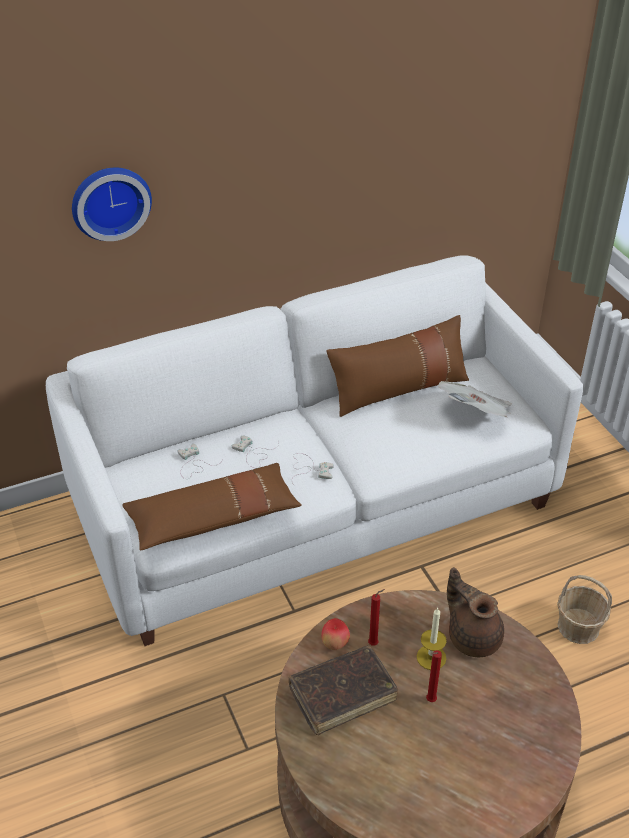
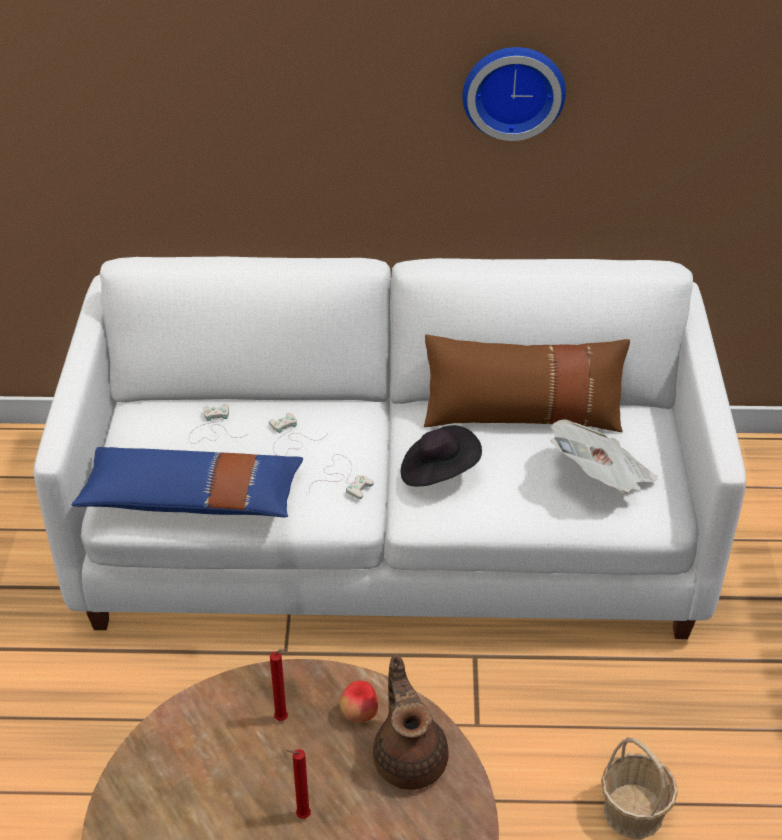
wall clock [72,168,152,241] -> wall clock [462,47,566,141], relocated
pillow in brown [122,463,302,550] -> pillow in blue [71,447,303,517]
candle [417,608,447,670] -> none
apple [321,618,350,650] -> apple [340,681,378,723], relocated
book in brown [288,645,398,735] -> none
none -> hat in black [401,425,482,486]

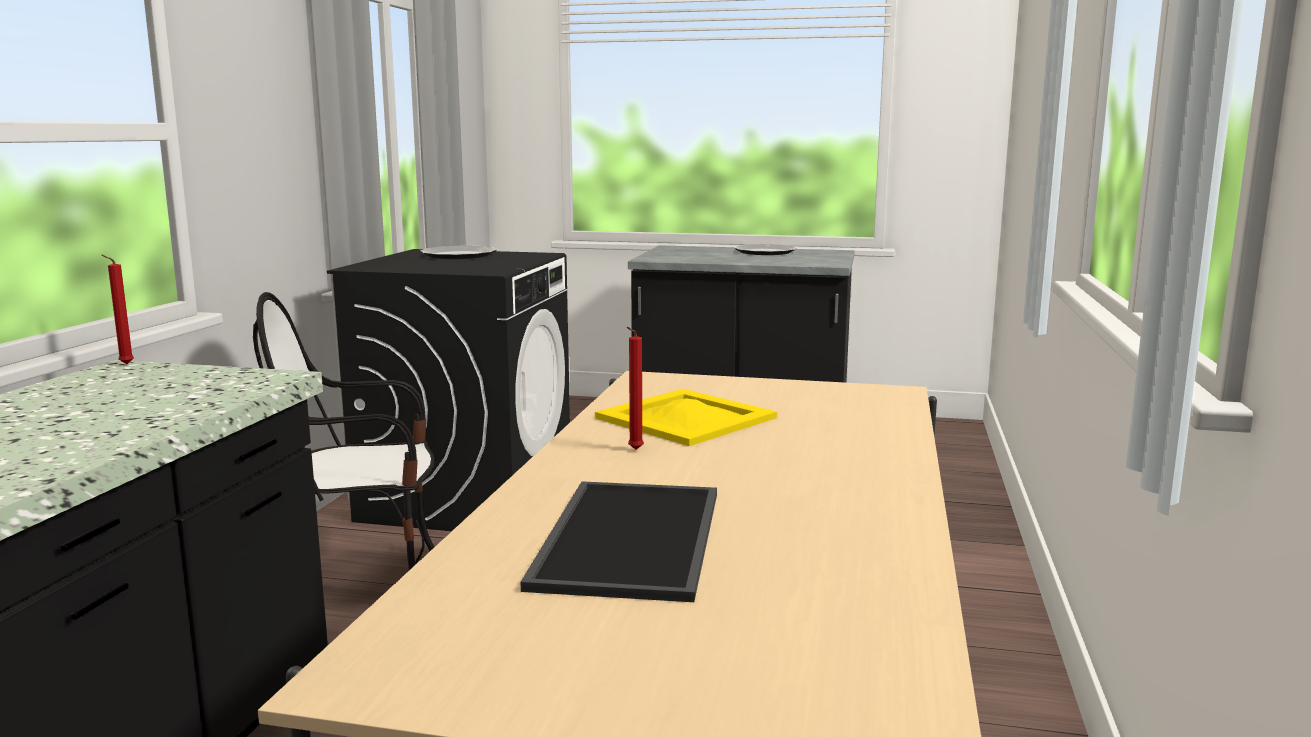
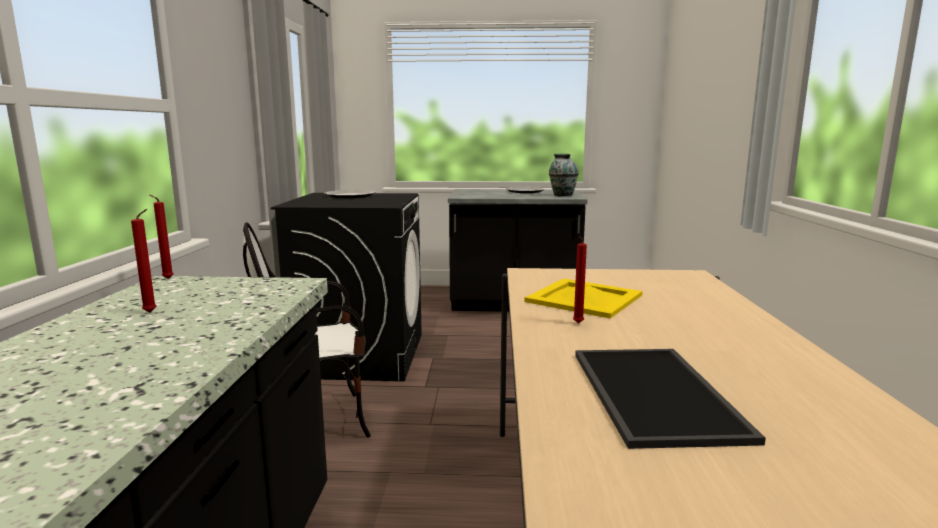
none -> vase [549,154,579,196]
none -> candle in red [131,209,157,313]

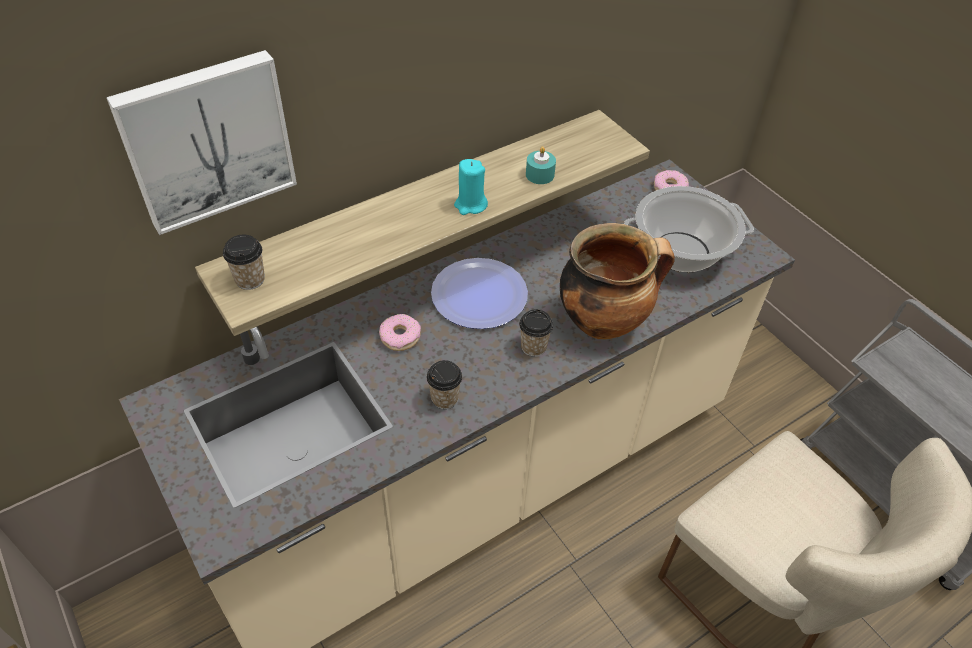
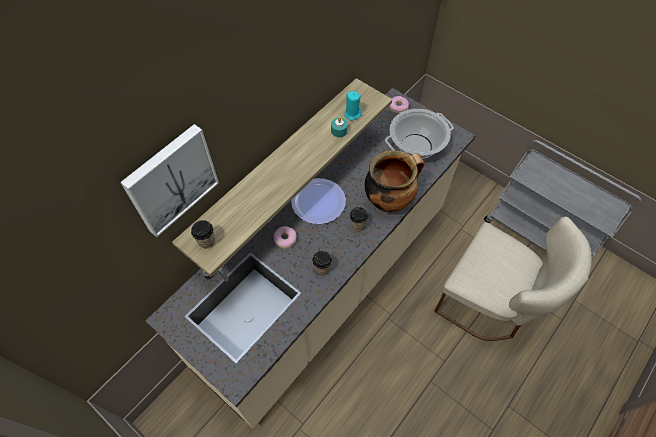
candle in turquoise [454,159,488,215] -> candle in turquoise [344,91,362,121], relocated

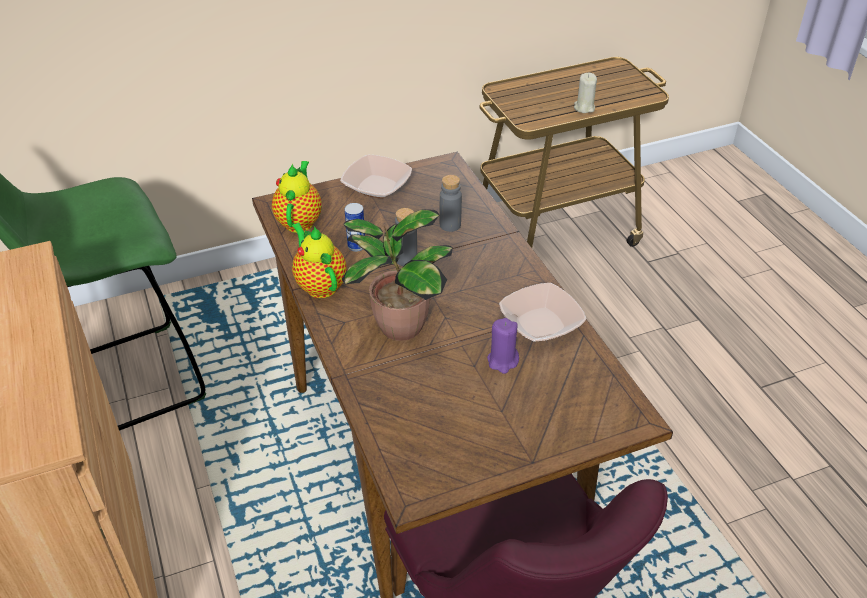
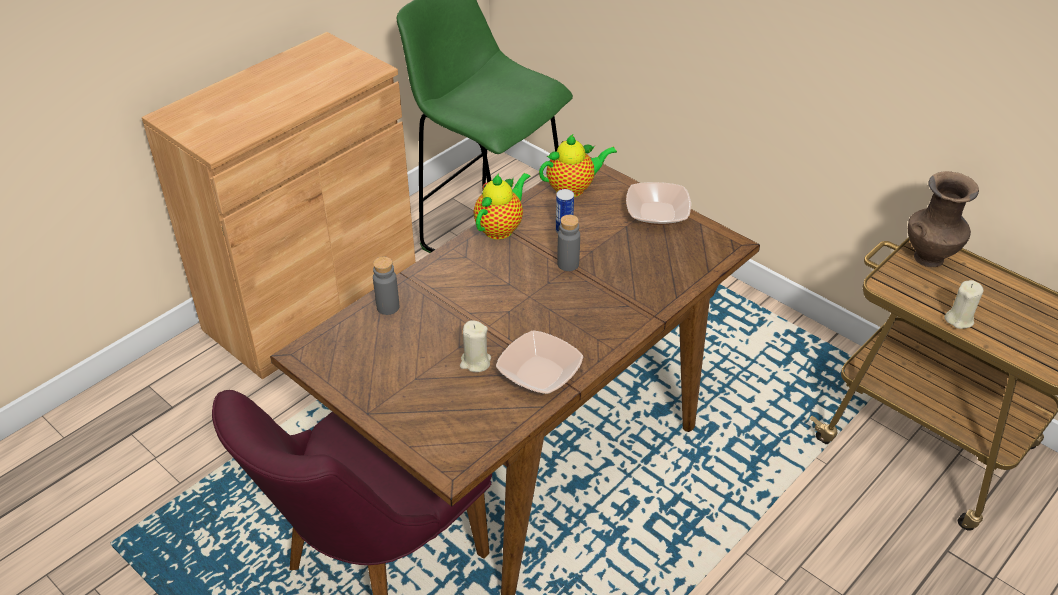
bottle in grey [440,175,462,232] -> bottle in grey [373,257,399,315], relocated
potted plant [342,209,453,341] -> none
candle in purple [487,318,519,374] -> candle in beige [460,321,491,372]
none -> vase in brown [908,171,979,267]

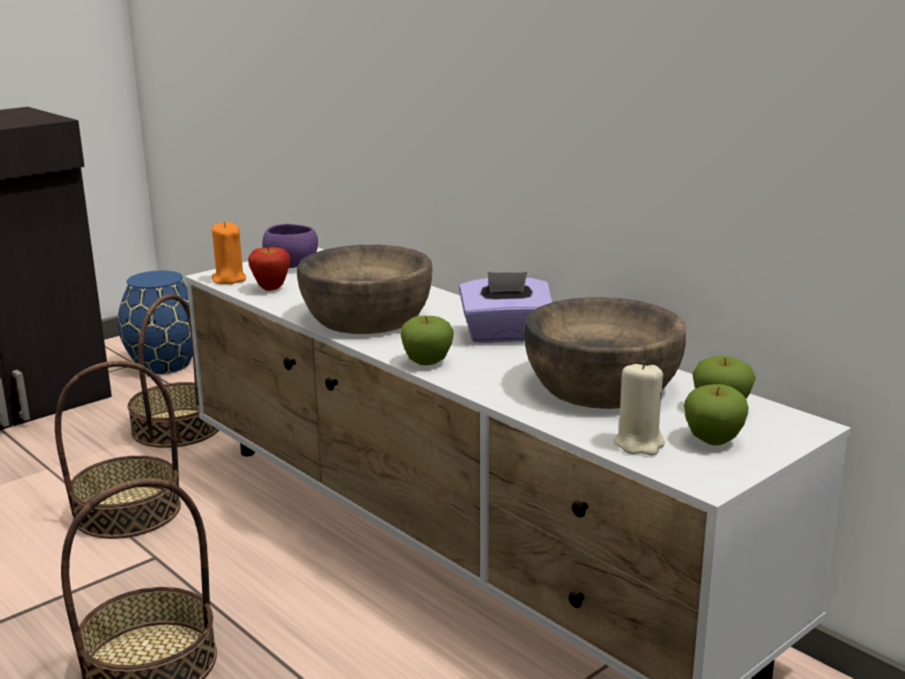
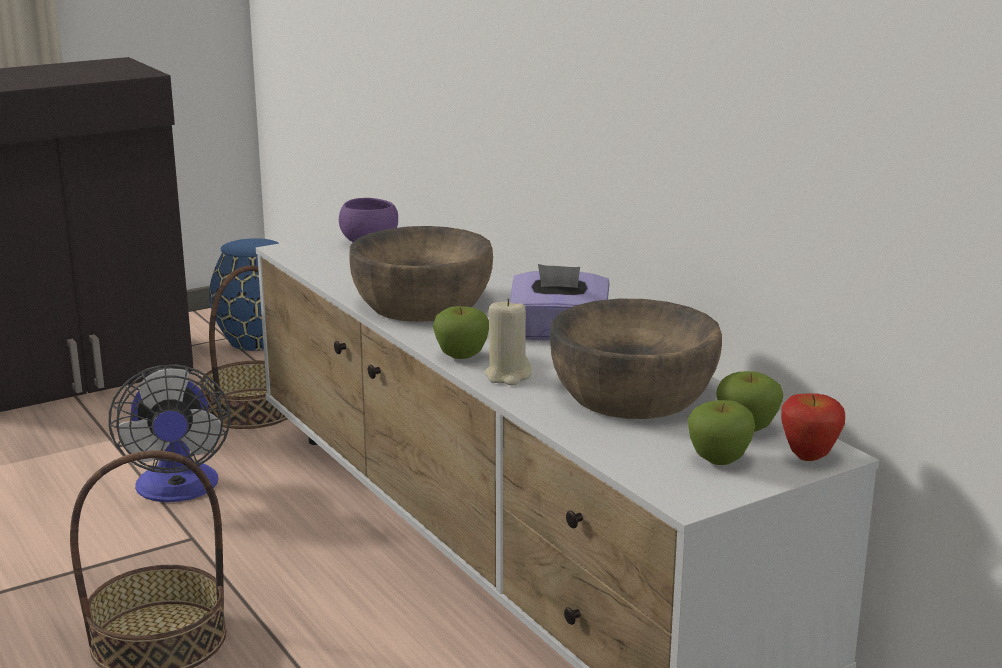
candle in orange [212,221,246,284] -> none
apple [248,246,290,291] -> apple [781,393,845,461], relocated
basket [55,361,181,539] -> fan [109,364,231,502]
candle in beige [613,361,665,455] -> candle in beige [484,299,532,386], relocated

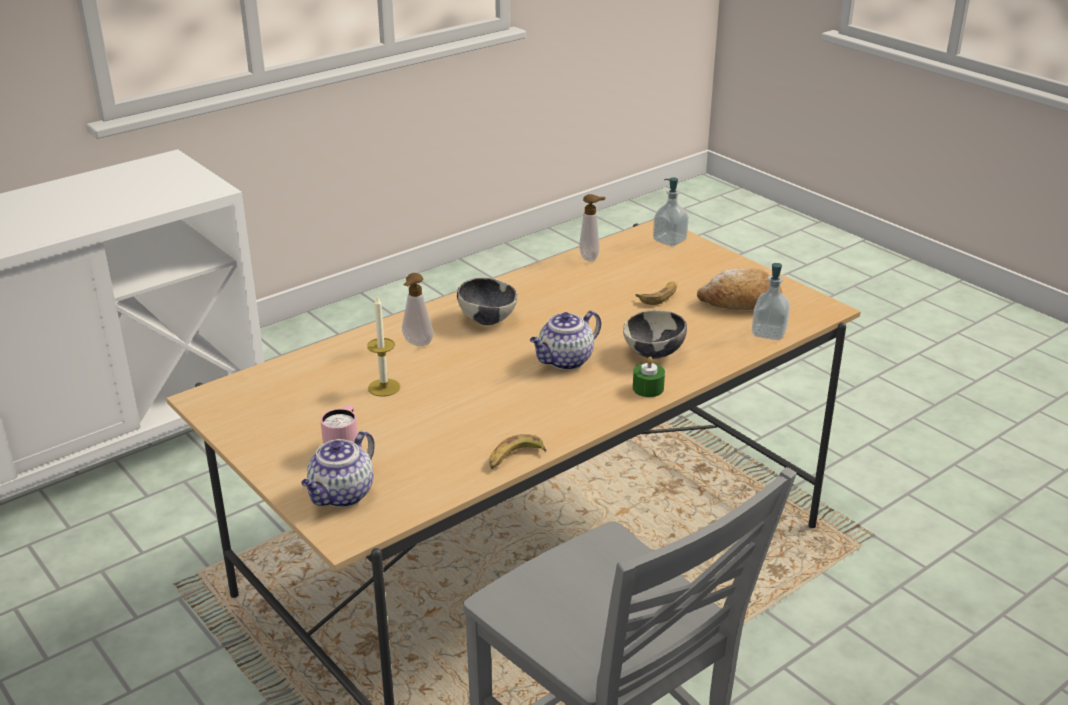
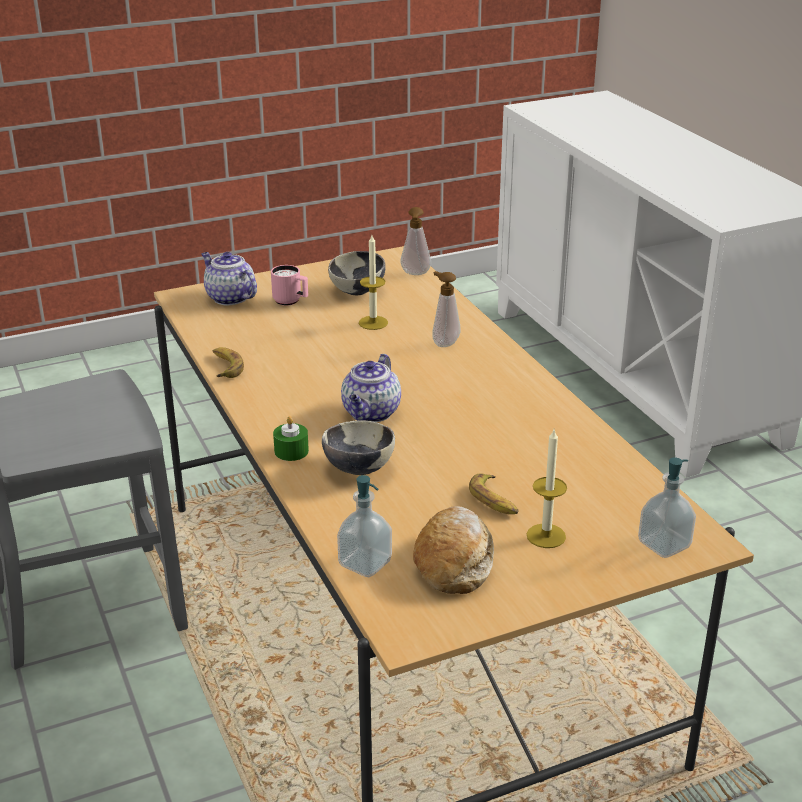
soap dispenser [579,194,605,262] -> soap dispenser [400,207,431,275], relocated
bowl [457,278,518,325] -> bowl [328,251,386,296], relocated
teapot [530,311,601,370] -> teapot [341,354,401,422], 135 degrees counterclockwise
none -> candle [527,430,567,548]

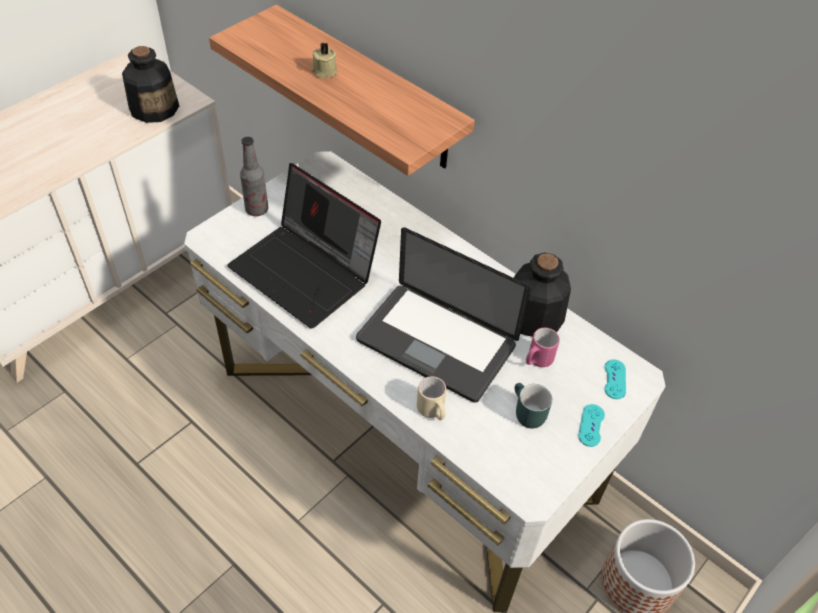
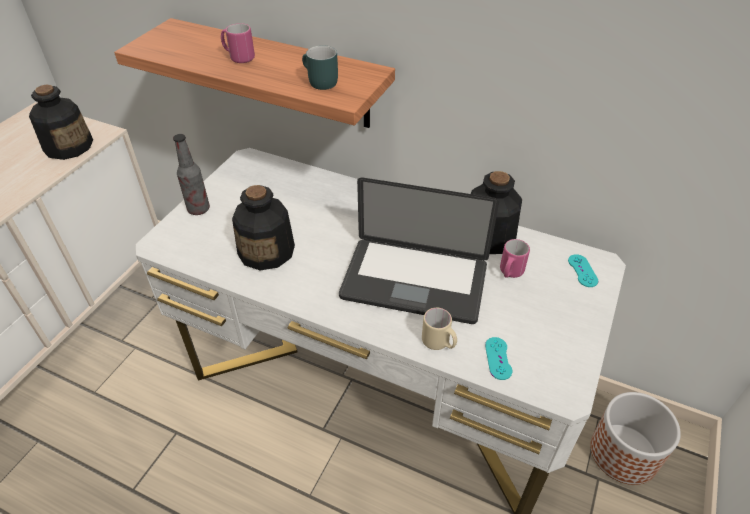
candle in beige [311,42,338,78] -> mug in pink [221,23,255,63]
laptop [227,163,381,329] -> bottle [232,185,295,270]
mug in turquoise [514,383,552,428] -> mug in turquoise [302,45,338,90], relocated
game controller in turquoise [578,404,605,447] -> game controller in turquoise [485,337,512,380], relocated

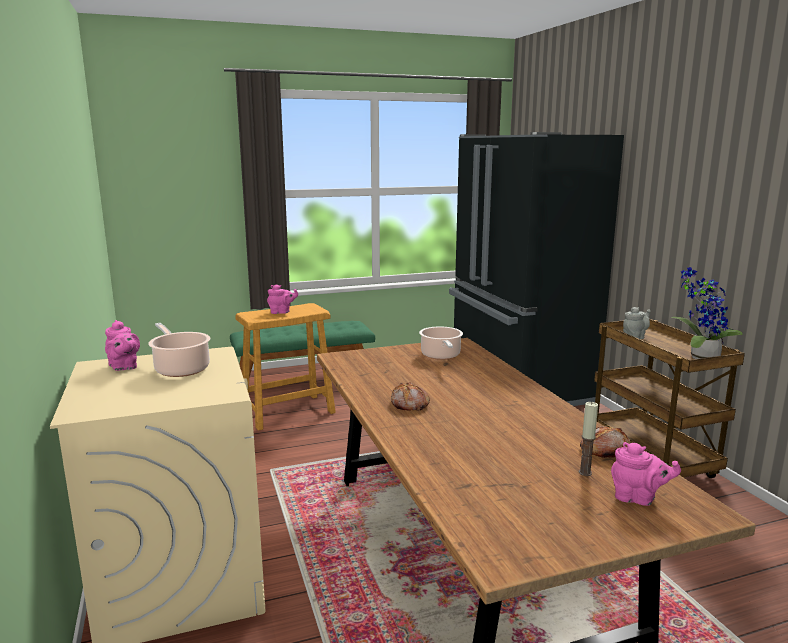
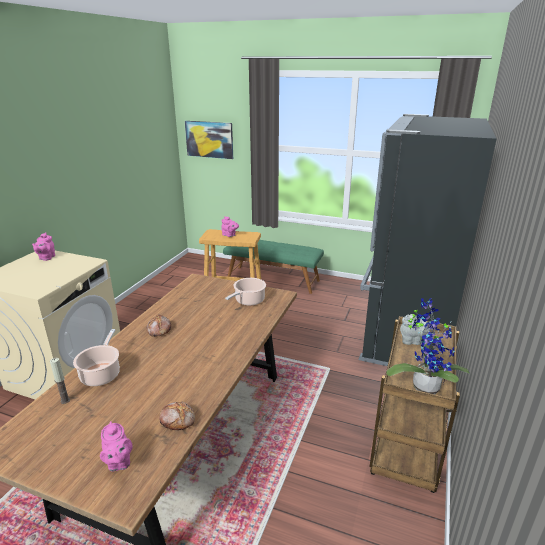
cooking pot [148,323,211,377] -> cooking pot [73,329,120,386], relocated
candle [579,402,598,476] -> candle [50,358,70,404], relocated
none -> picture [185,121,233,159]

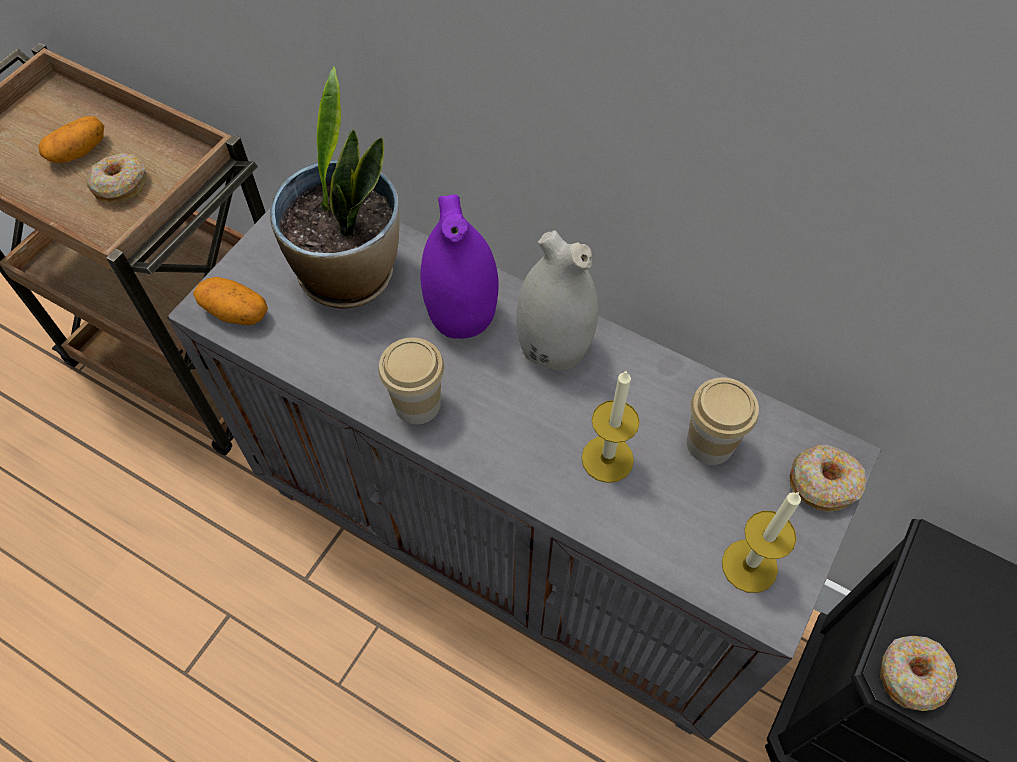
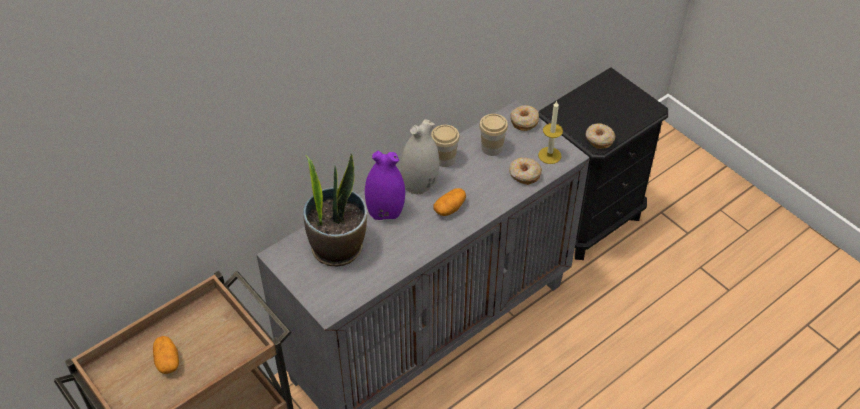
donut [86,153,146,204] -> donut [509,158,542,185], relocated
potato [193,277,268,325] -> potato [433,188,466,216], relocated
cup [379,338,444,424] -> cup [431,125,460,167], relocated
candle [581,370,640,483] -> none

